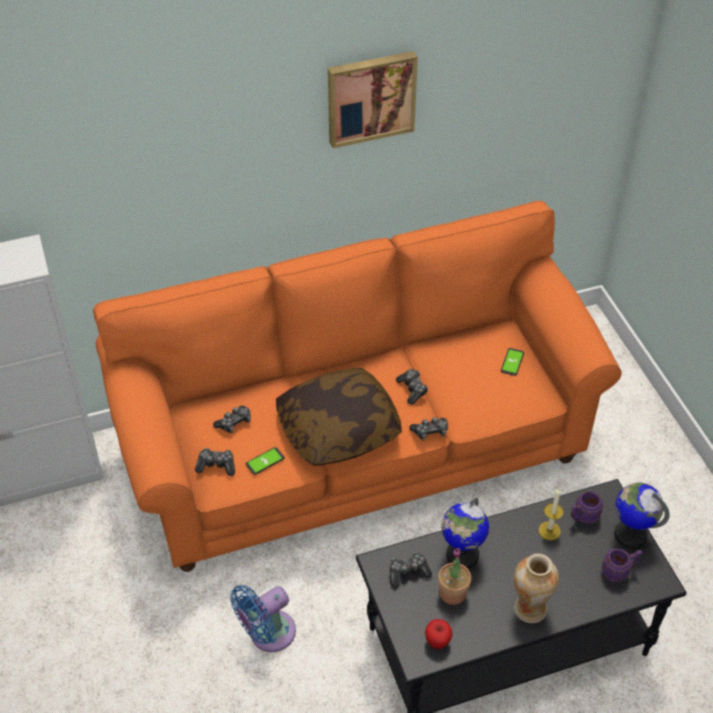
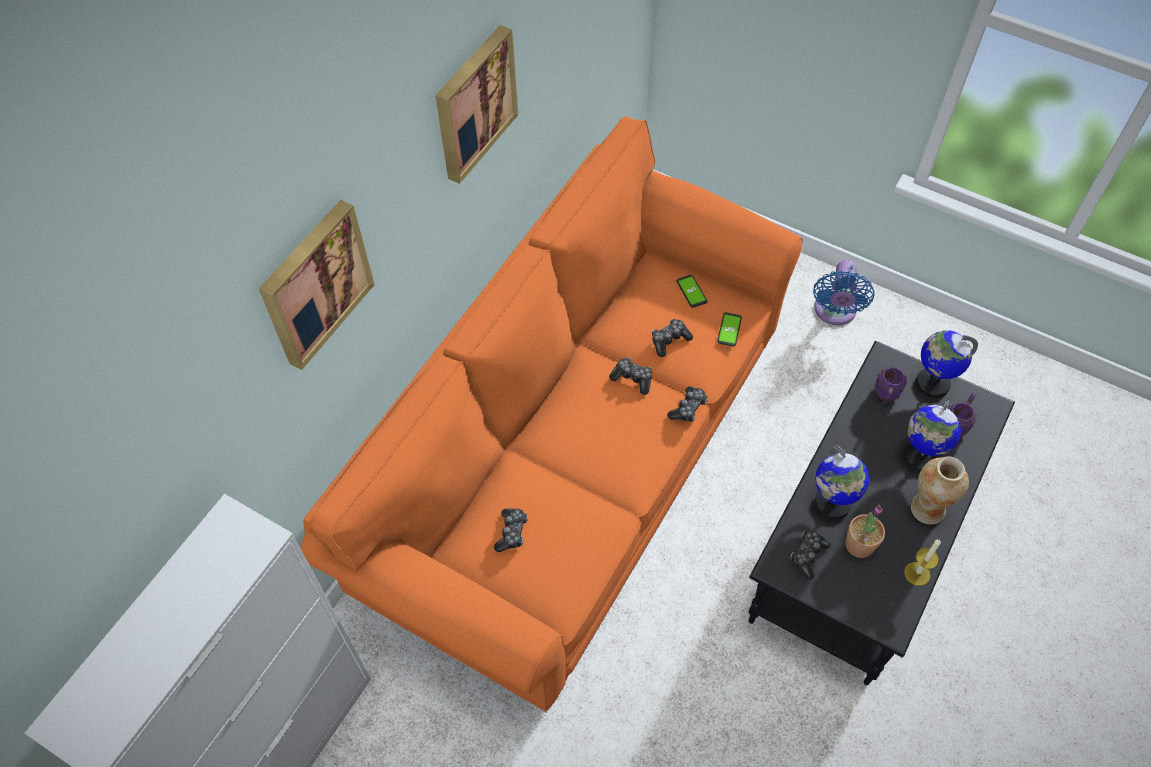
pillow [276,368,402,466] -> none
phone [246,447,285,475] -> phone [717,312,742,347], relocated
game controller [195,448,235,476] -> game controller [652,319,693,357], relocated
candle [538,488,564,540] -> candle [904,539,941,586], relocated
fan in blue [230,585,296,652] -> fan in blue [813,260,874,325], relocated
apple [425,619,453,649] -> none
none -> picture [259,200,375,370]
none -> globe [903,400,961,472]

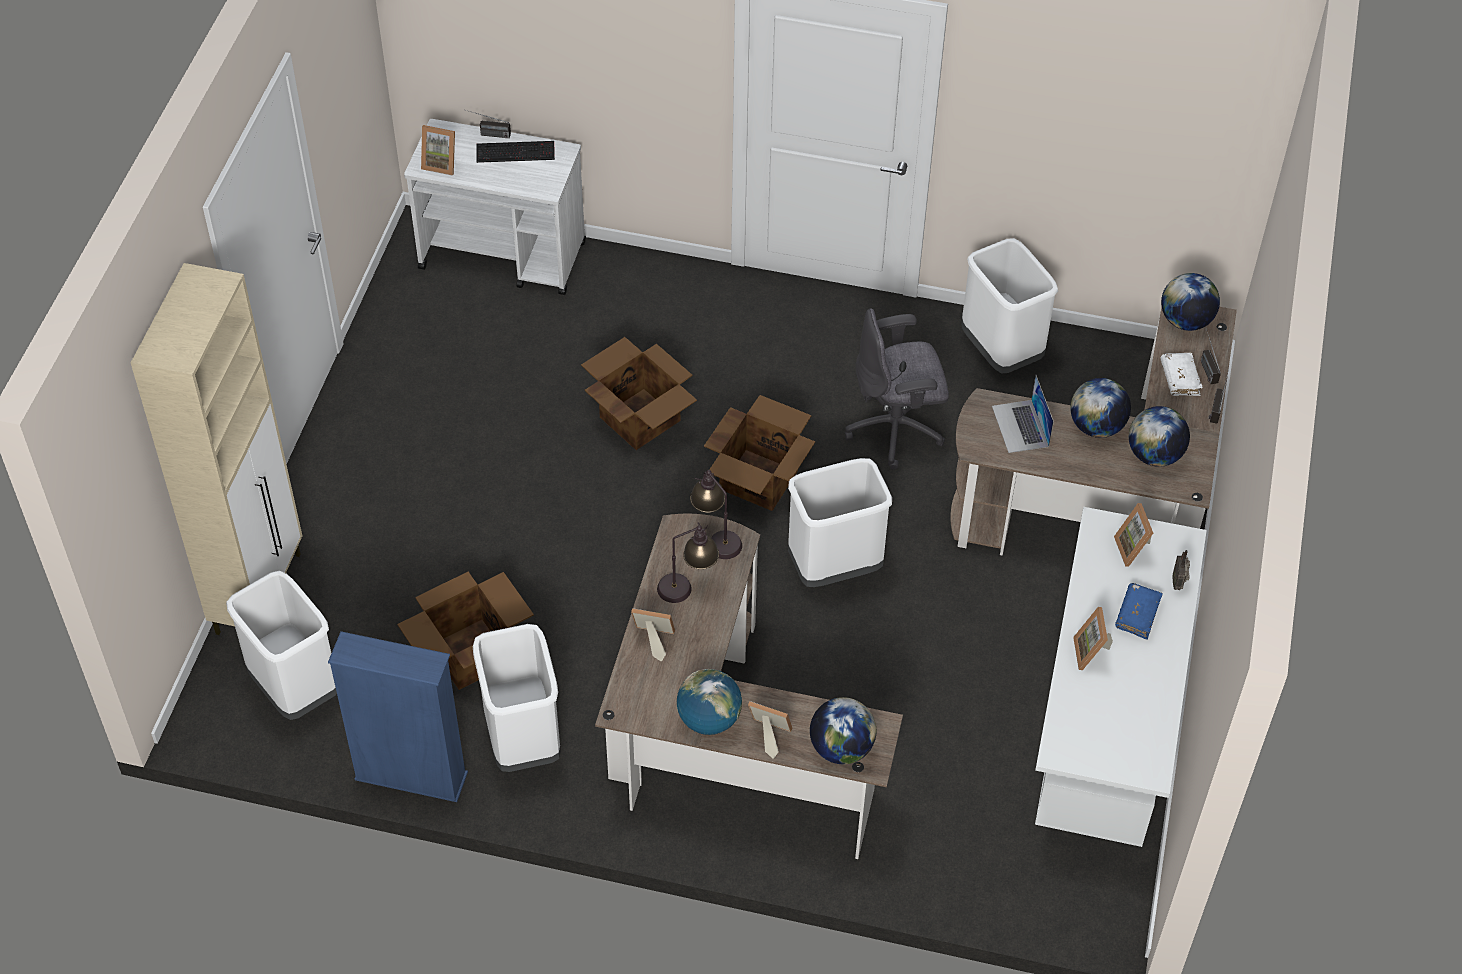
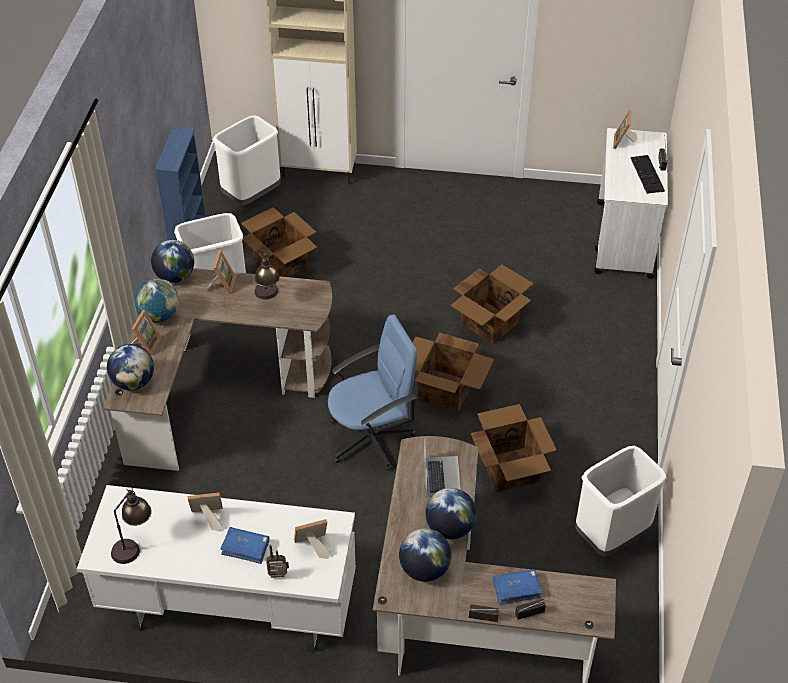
globe [1161,273,1220,331] -> globe [151,240,194,283], relocated
office chair in grey [845,308,949,469] -> cardboard box [471,404,557,492]
book in white [1160,353,1203,396] -> book in blue [493,569,542,605]
laptop [992,375,1054,453] -> laptop [424,437,461,498], 105 degrees clockwise
trash can in white [788,458,892,587] -> office chair in blue [328,315,417,471]
table lamp [690,470,742,559] -> table lamp [111,488,152,564], relocated

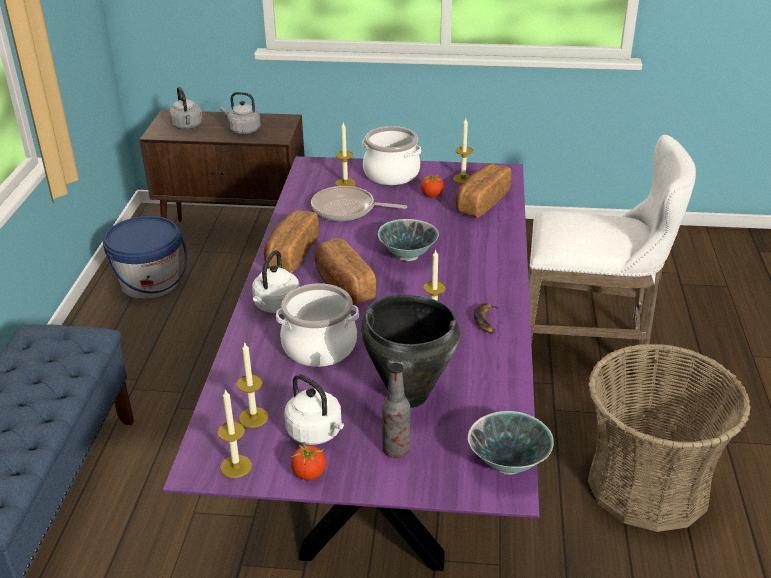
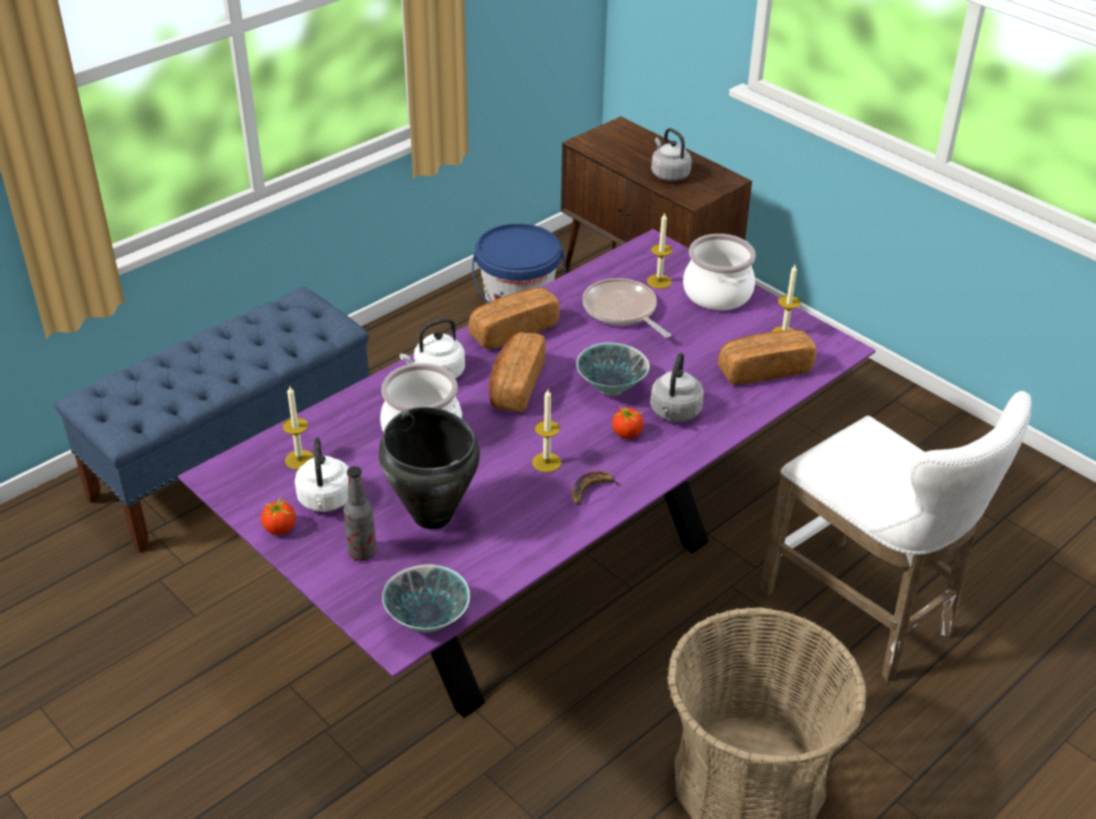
kettle in grey [169,87,203,129] -> kettle in grey [650,353,704,422], relocated
tomato [421,175,444,198] -> tomato [612,406,644,439], relocated
candle [217,389,252,478] -> none

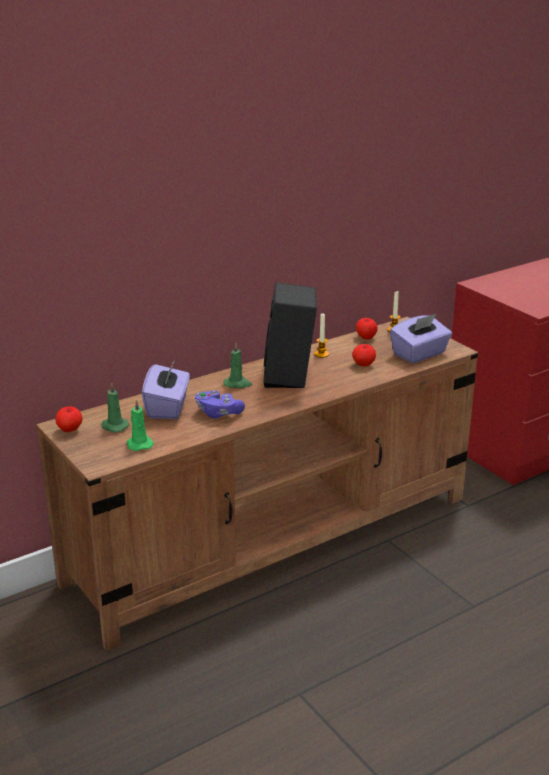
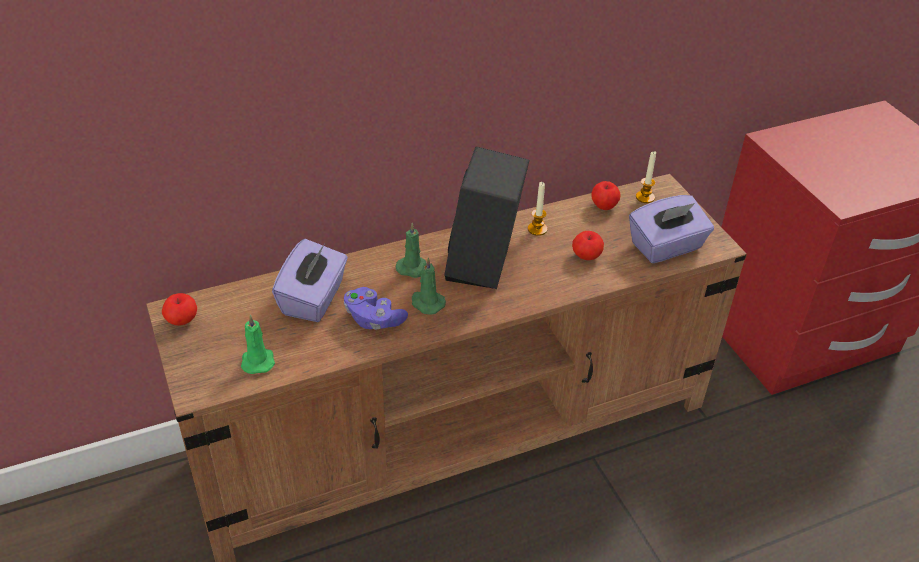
candle in green [101,382,129,432] -> candle in green [412,257,446,315], relocated

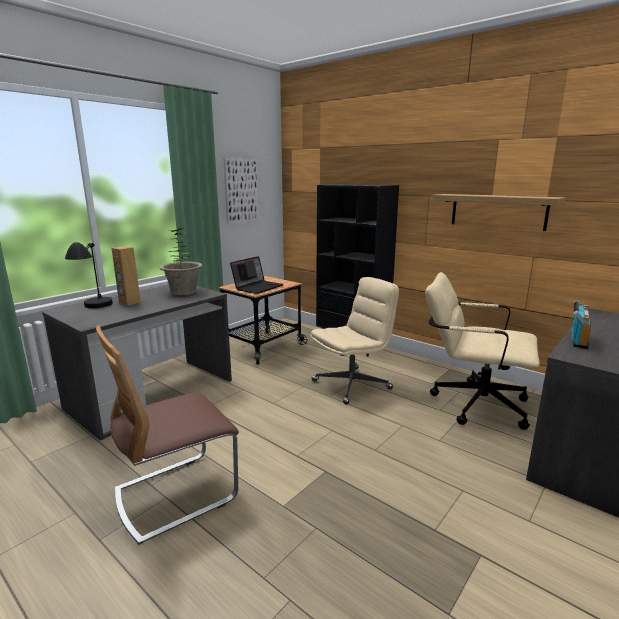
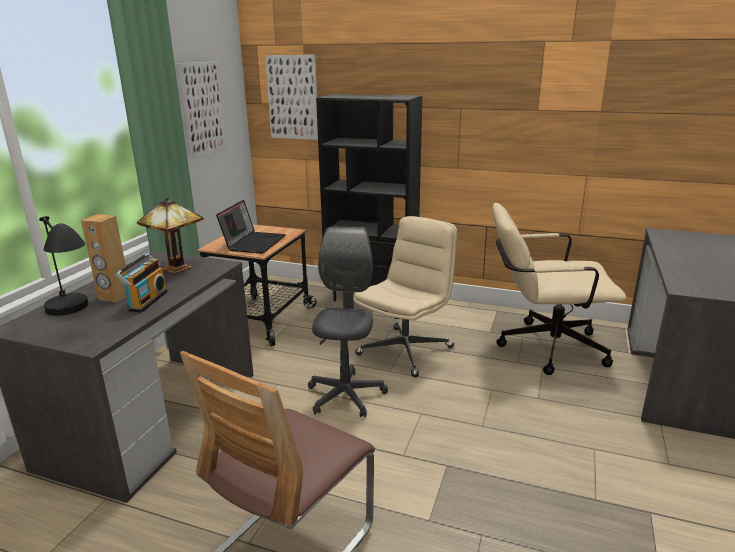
shelf [432,194,566,231] -> none
potted plant [159,228,202,295] -> table lamp [137,197,204,274]
radio [572,300,591,349] -> radio [115,253,168,313], relocated
none -> picture [265,55,318,140]
none -> office chair in grey [308,226,388,417]

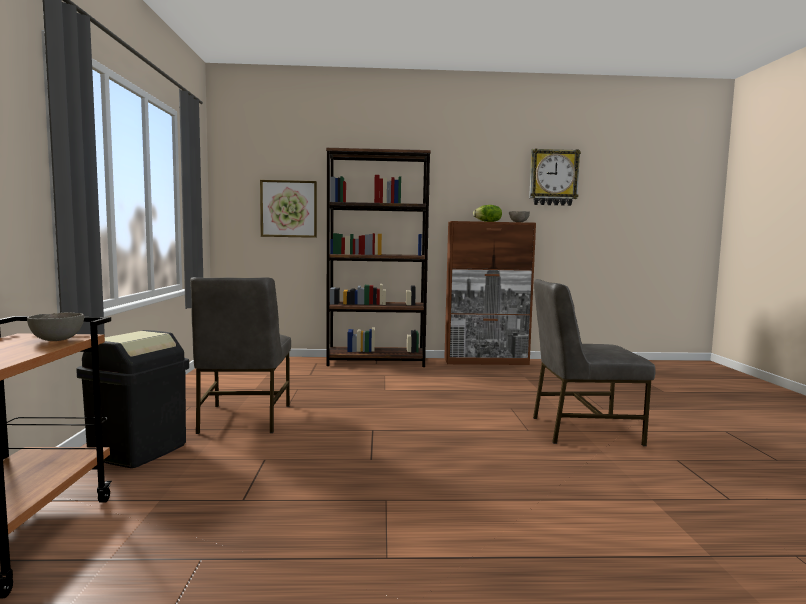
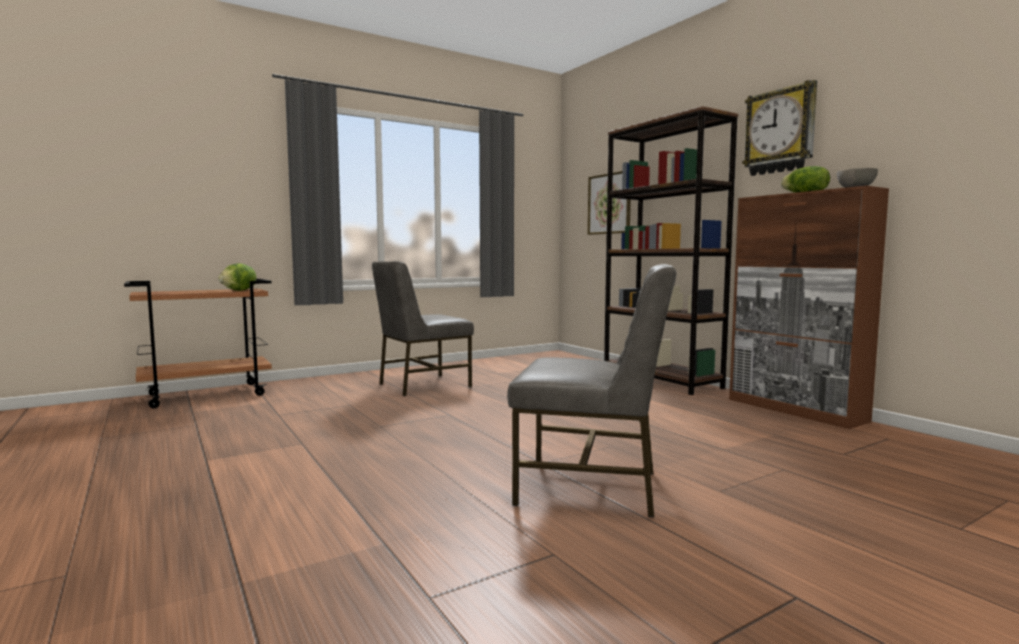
wall clock [529,148,581,206] -> wall clock [742,80,817,176], relocated
chair in grey [533,279,656,446] -> chair in grey [507,264,676,518], 135 degrees clockwise
bowl in grey [27,312,84,341] -> lettuce [218,263,256,291]
trash can in black [76,330,189,468] -> none

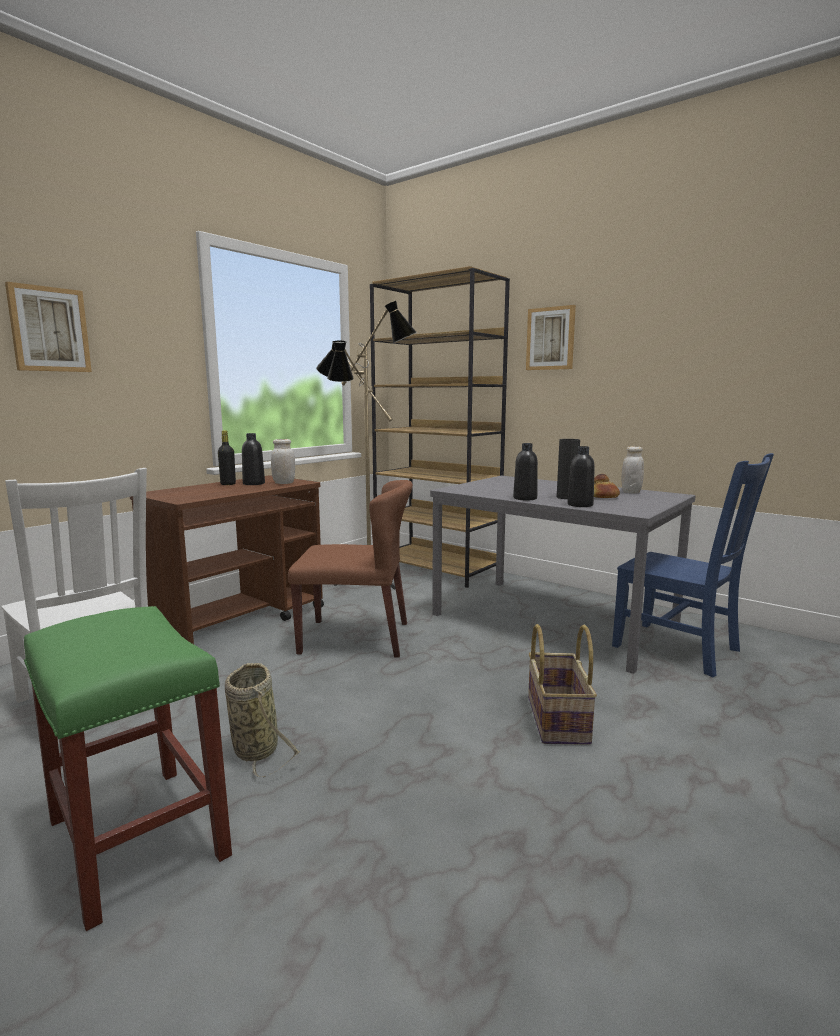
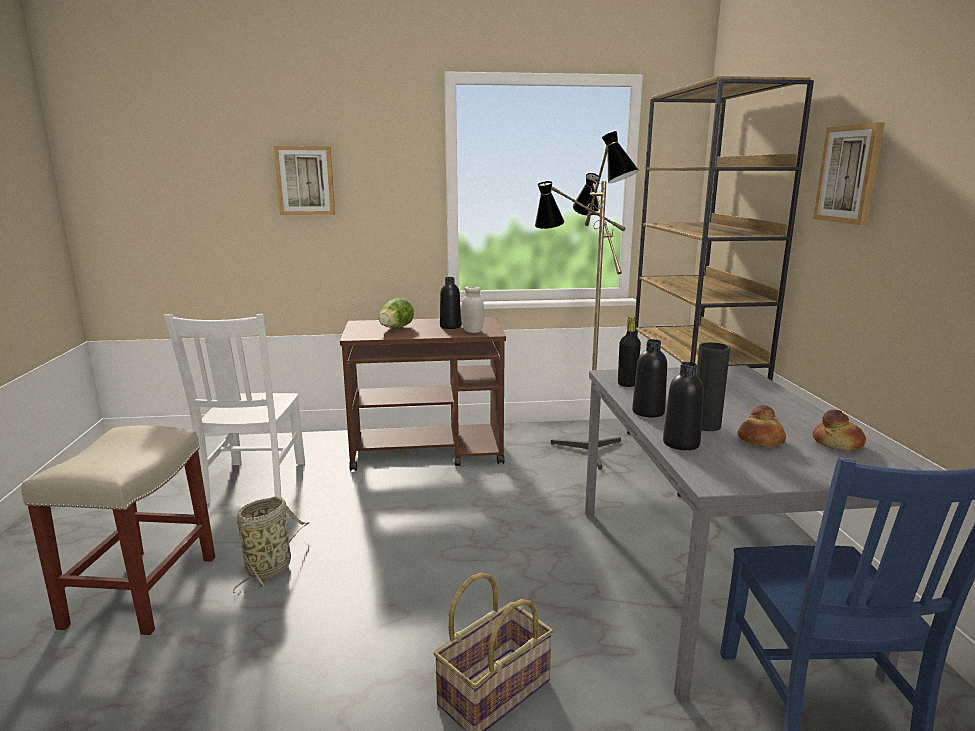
bottle in black [218,430,236,485] -> bottle in black [618,316,641,387], relocated
jar in white [621,446,644,493] -> bread [813,410,866,451]
chair in brown [288,480,413,658] -> none
stool in green [24,606,232,931] -> stool in beige [21,425,215,635]
none -> lettuce [379,298,414,328]

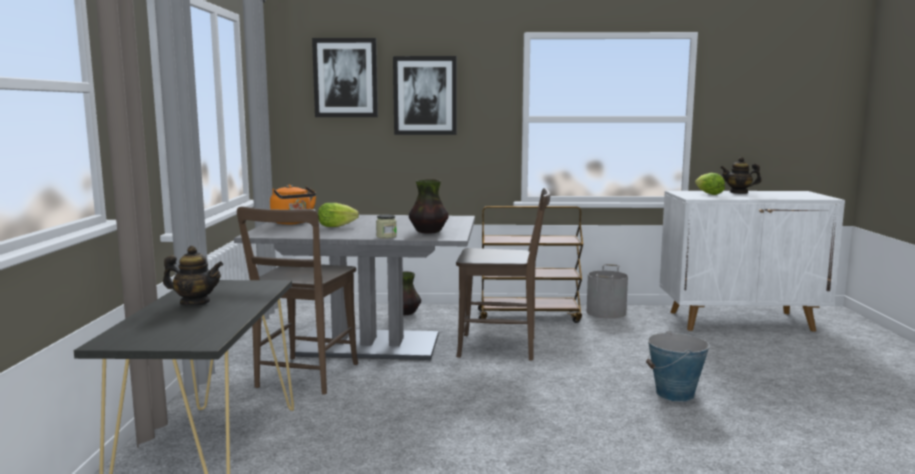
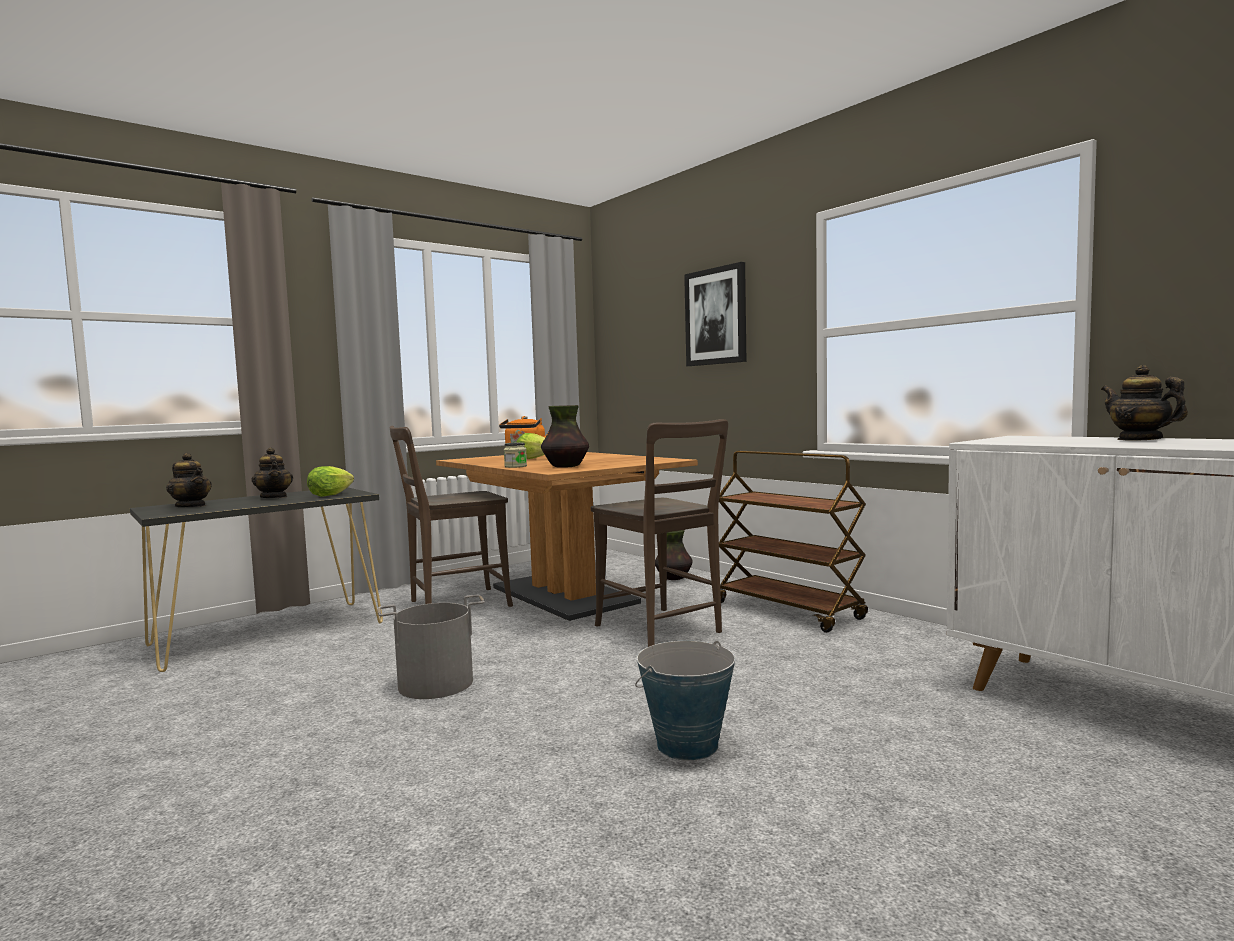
picture [312,38,378,117] -> none
lettuce [695,173,725,195] -> lettuce [307,466,354,497], relocated
dining table in grey [234,215,475,360] -> dining table in brown [436,452,698,621]
bucket in grey [587,264,628,319] -> bucket in grey [378,595,485,699], relocated
none -> teapot [166,453,212,507]

